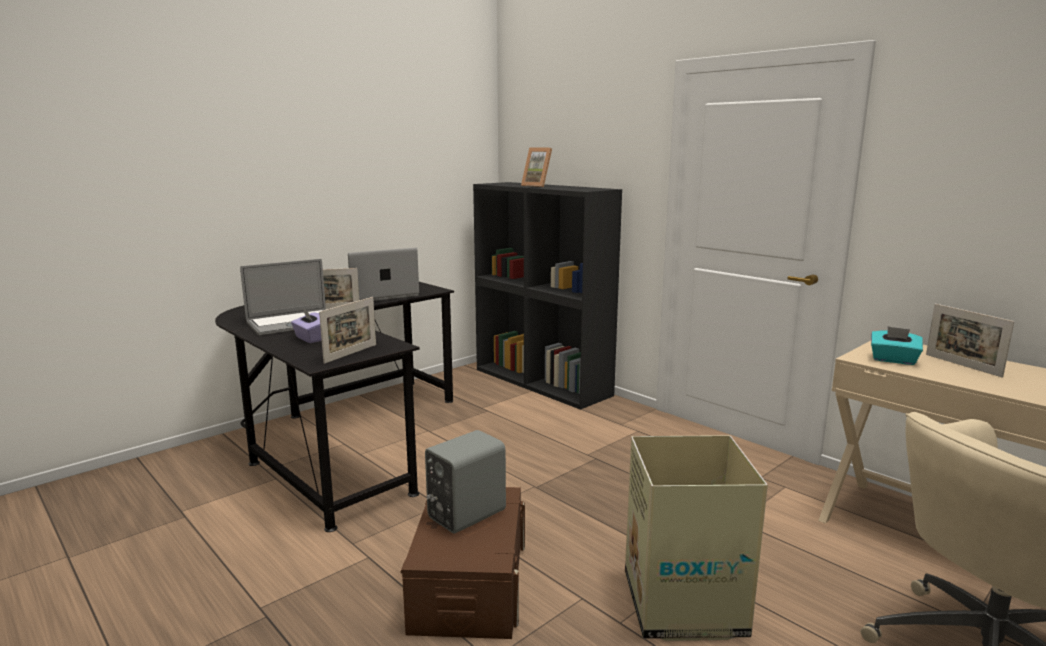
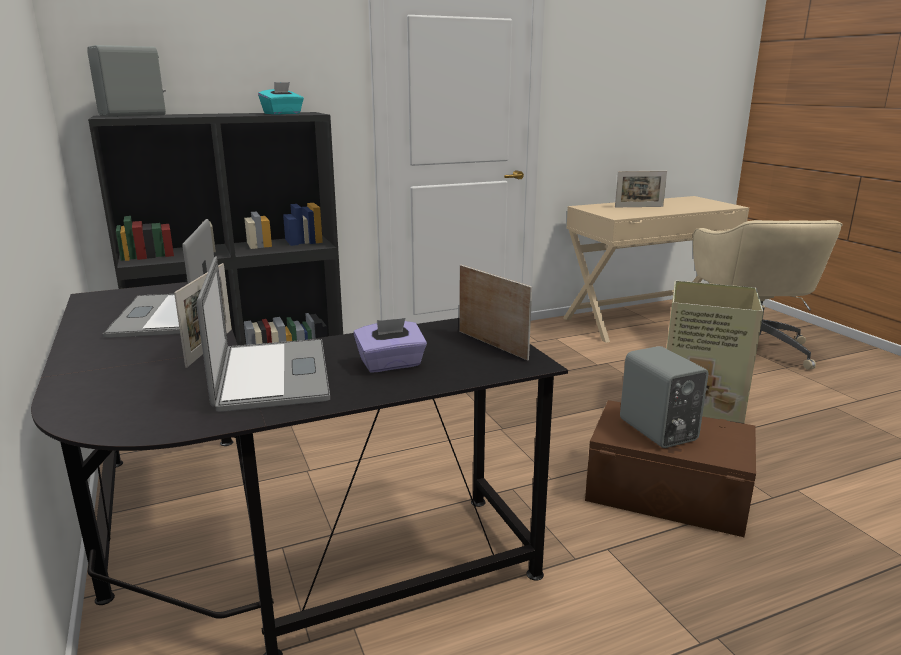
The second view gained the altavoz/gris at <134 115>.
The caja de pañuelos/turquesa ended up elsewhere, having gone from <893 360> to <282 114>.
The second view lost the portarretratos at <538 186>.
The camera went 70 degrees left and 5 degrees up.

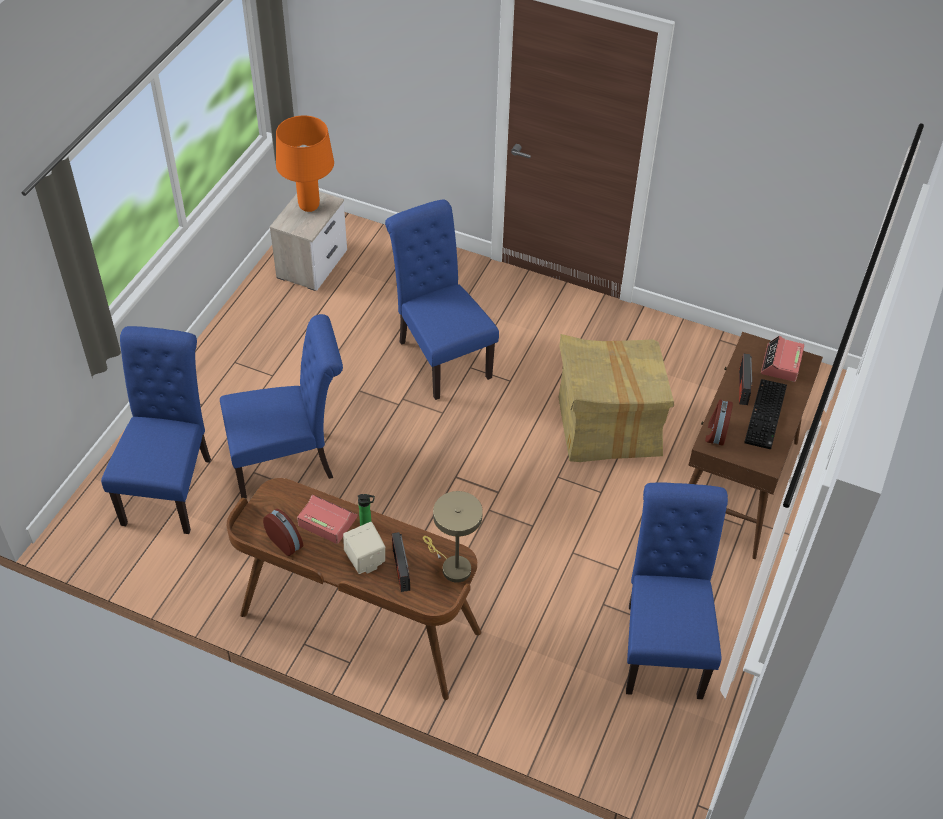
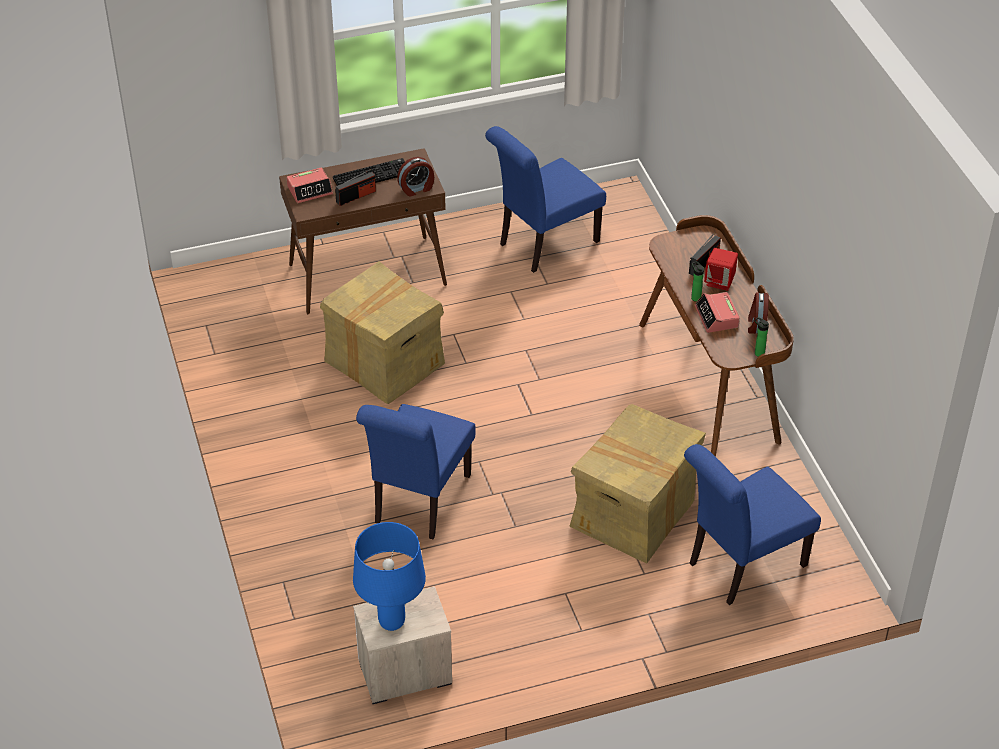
What was the lámpara de mesa/naranja at <308 206> turned into the lámpara de mesa/azul at <392 623>.
Where the silla/azul stood at <289 462>, the caja de cartón came to stand at <633 514>.
What was the altavoz/beis at <365 561> turned into the altavoz/rojo at <720 282>.
The second view gained the botella at <758 353>.
The second view lost the lámpara de mesa/beis at <452 567>.
The camera went 130 degrees left and 5 degrees down.

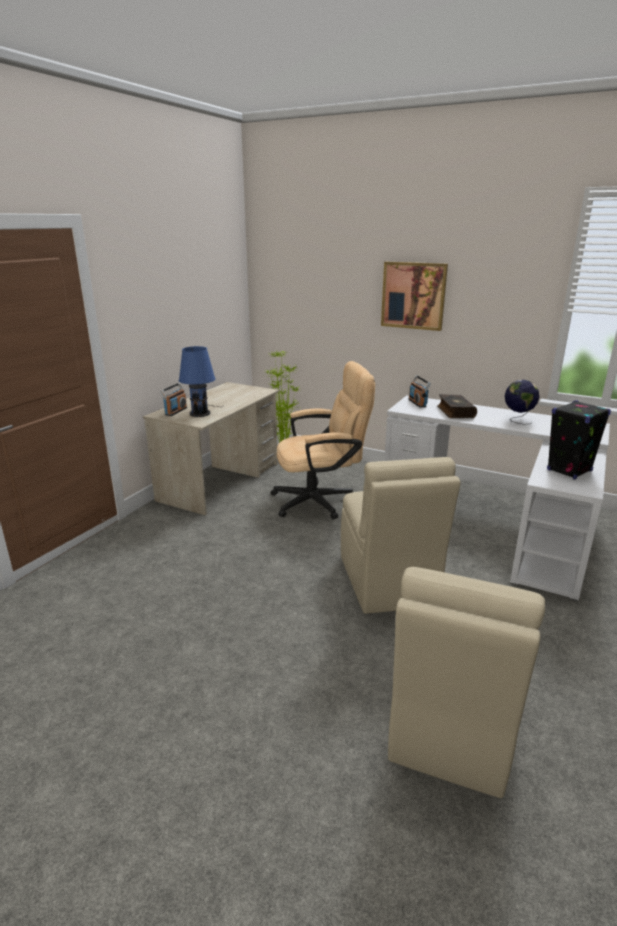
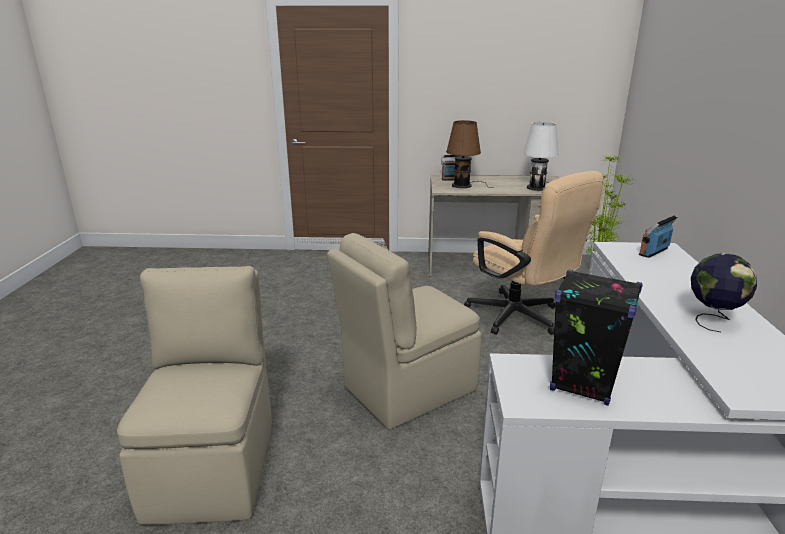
The silla/beis at <452 726> ended up facing another way, 90 degrees clockwise from before.
What was the lámpara de mesa/azul at <200 413> turned into the lámpara de mesa/marrón at <464 185>.
The second view gained the lámpara de mesa/blanco at <538 187>.
The second view lost the cuadro at <413 295>.
The second view lost the libro at <455 412>.
The camera went 65 degrees right and 0 degrees up.

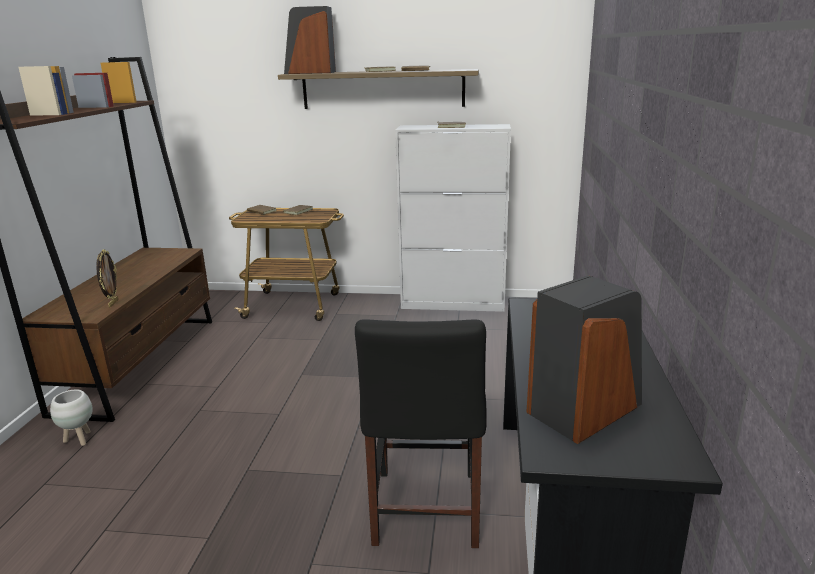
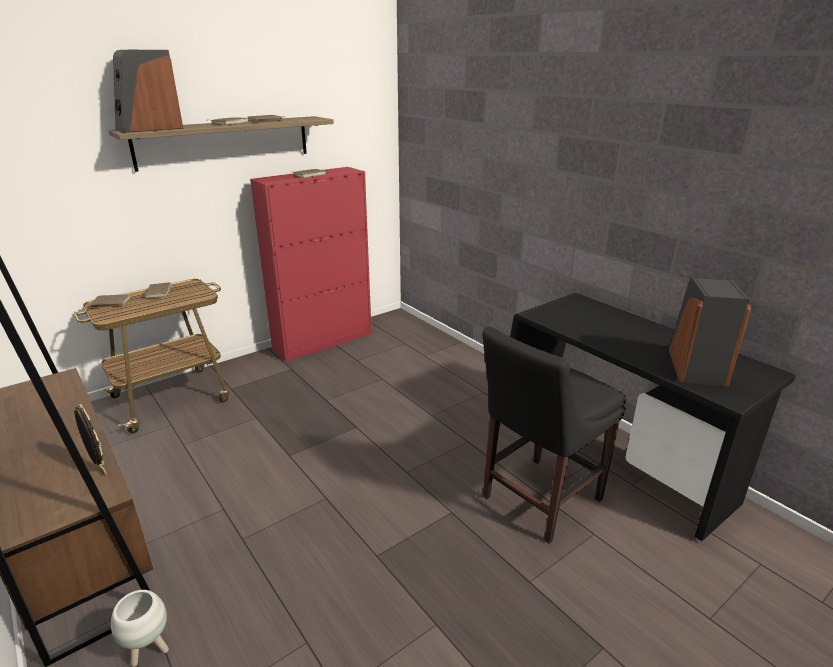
What was the armario/blanco at <453 304> turned into the armario/rojo at <324 341>.
The silla/negro at <425 512> ended up facing another way, 90 degrees clockwise from before.
The camera went 45 degrees left and 5 degrees up.

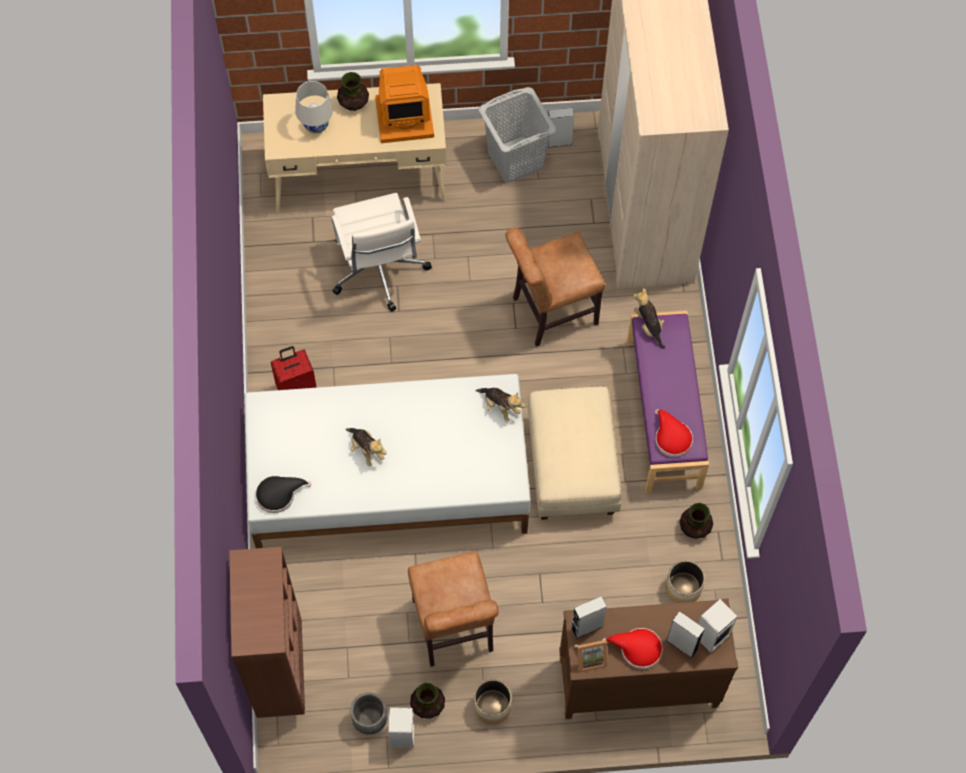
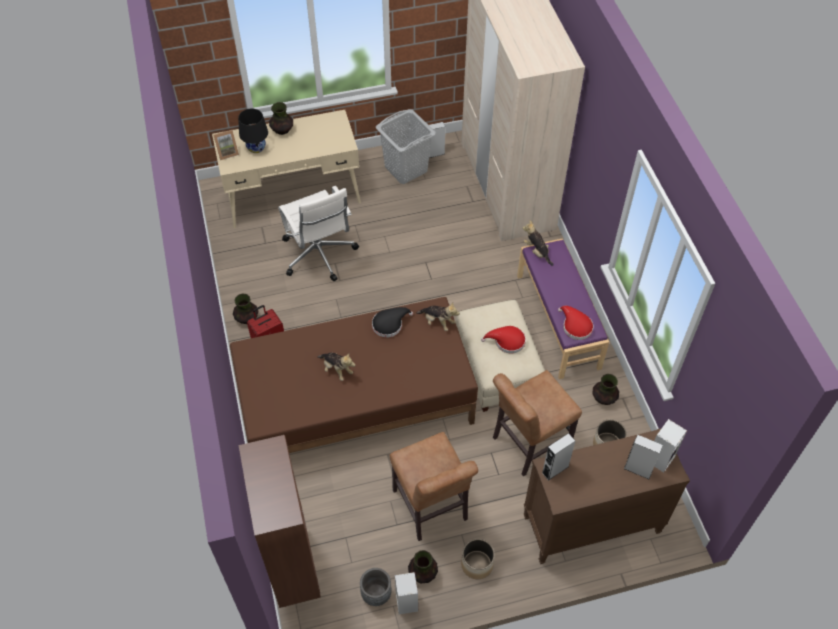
The portarretratos ended up elsewhere, having gone from <590 658> to <227 152>.
What was the cama/blanco at <387 478> turned into the cama/marrón at <354 401>.
The second view gained the florero at <247 318>.
What was the lámpara de mesa/blanco at <316 125> turned into the lámpara de mesa/negro at <256 148>.
The sombrero/negro ended up elsewhere, having gone from <279 494> to <389 324>.
The sombrero/rojo ended up elsewhere, having gone from <637 649> to <507 341>.
The silla/marrón ended up elsewhere, having gone from <550 312> to <527 444>.
The second view lost the monitor at <404 116>.
The camera went 10 degrees left and 10 degrees down.

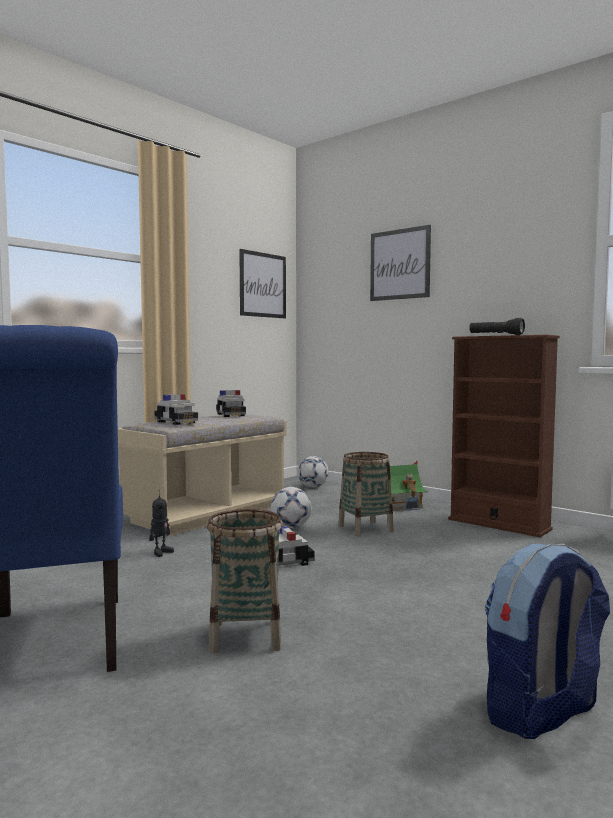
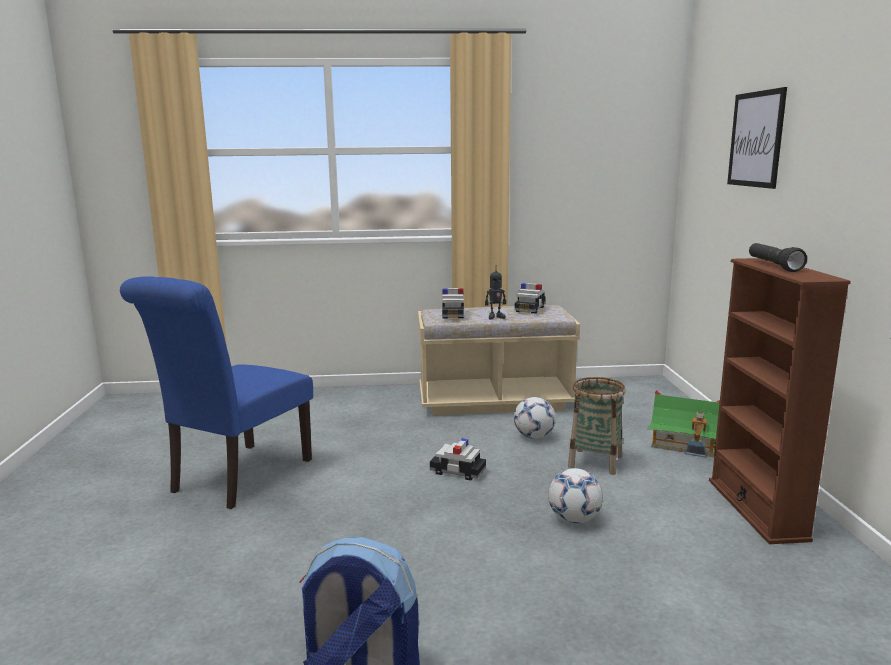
The robot de juguete ended up elsewhere, having gone from <161 552> to <495 317>.
The balón de fútbol ended up elsewhere, having gone from <312 487> to <574 519>.
The second view lost the cesta at <246 636>.
The second view lost the cuadro at <263 285>.
The camera went 45 degrees right and 10 degrees up.

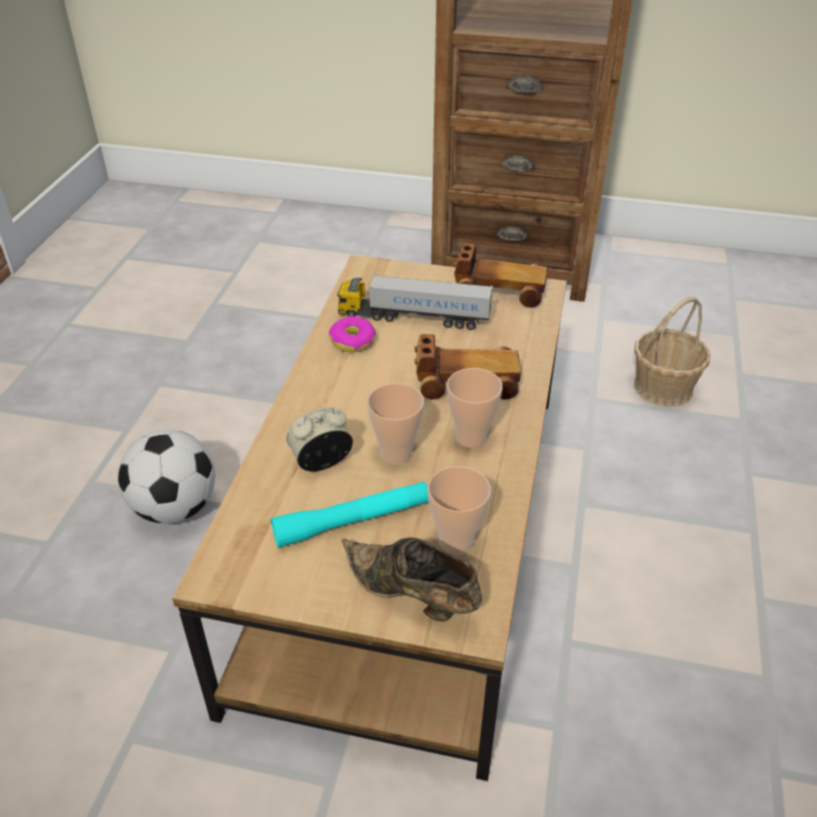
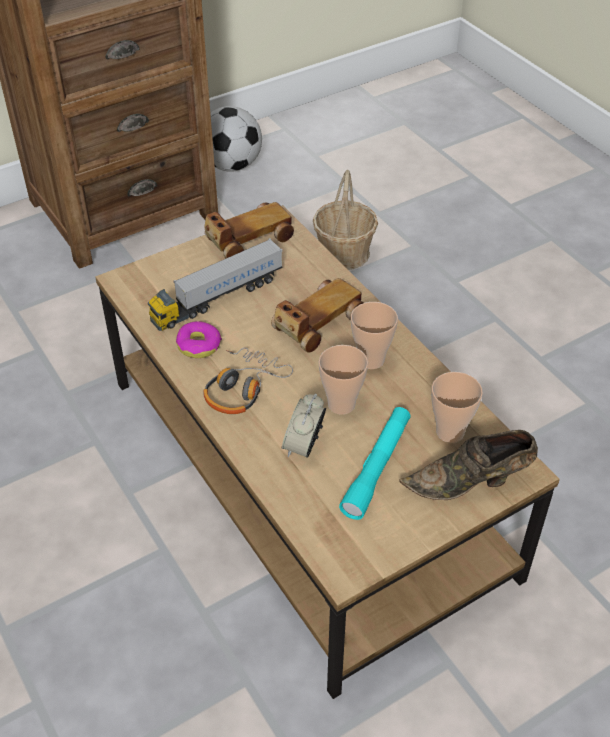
The second view gained the auriculares at <243 388>.
The balón de fútbol ended up elsewhere, having gone from <175 508> to <231 165>.
The camera went 45 degrees left and 5 degrees up.

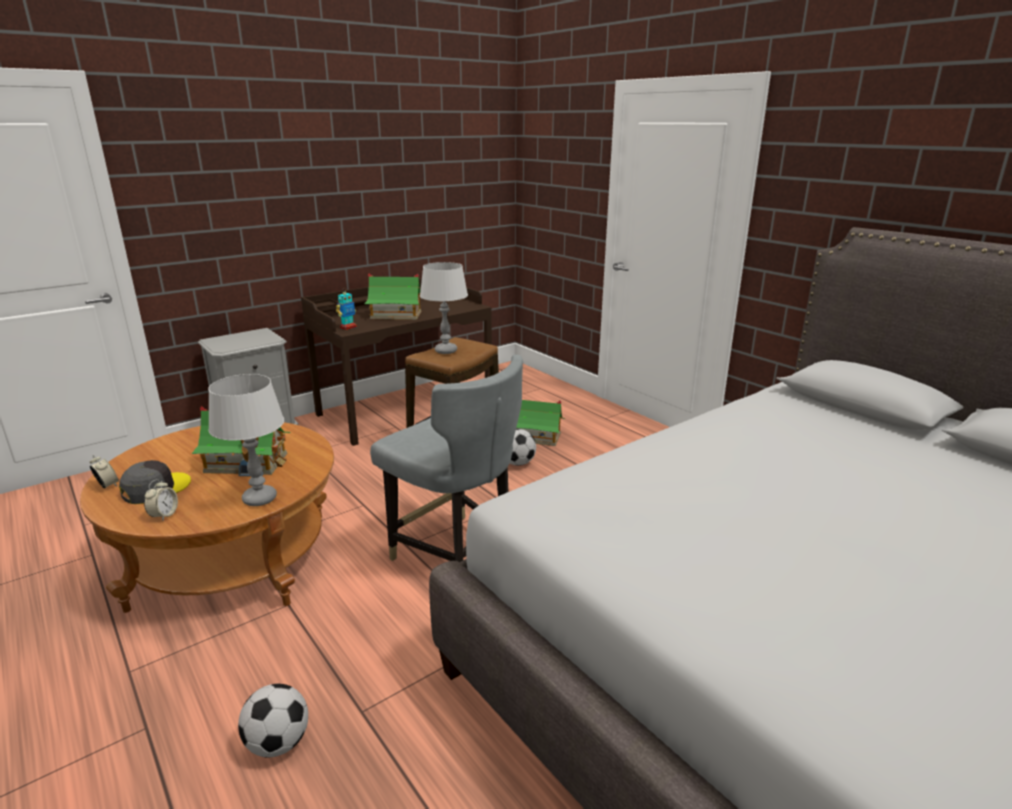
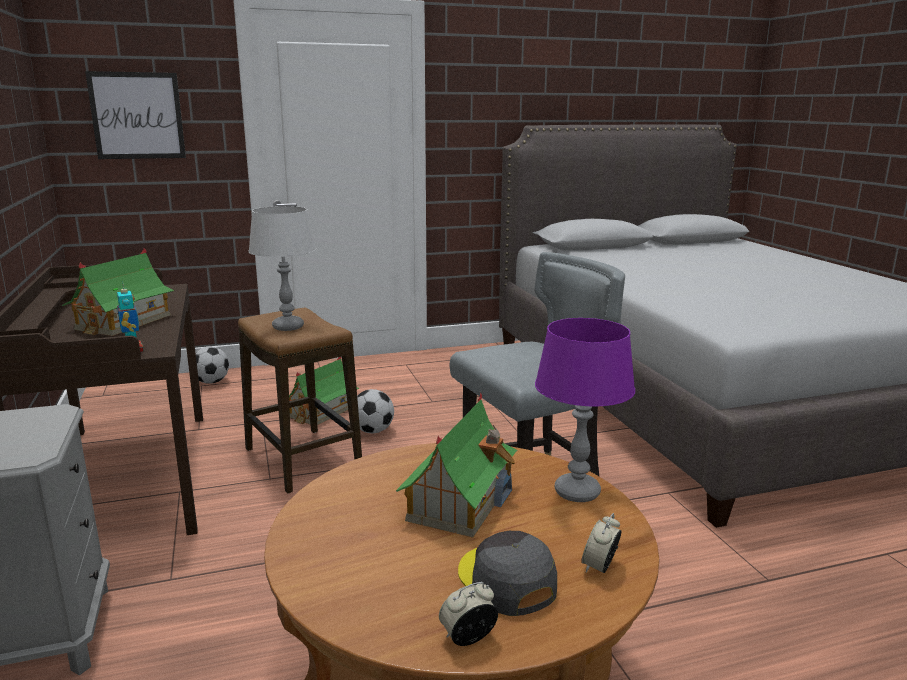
The second view gained the cuadro at <137 116>.
The balón de fútbol ended up elsewhere, having gone from <279 743> to <211 382>.
What was the lámpara de mesa/gris at <260 499> turned into the lámpara de mesa/morado at <577 492>.
The despertador at <164 515> ended up facing another way, 90 degrees counterclockwise from before.
The camera went 70 degrees left and 5 degrees down.

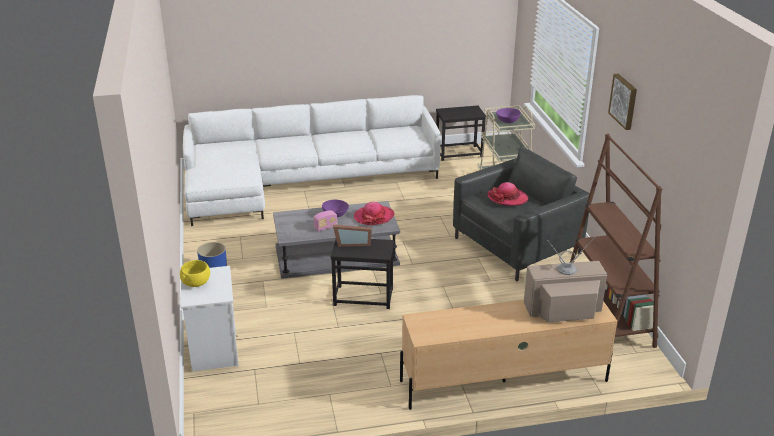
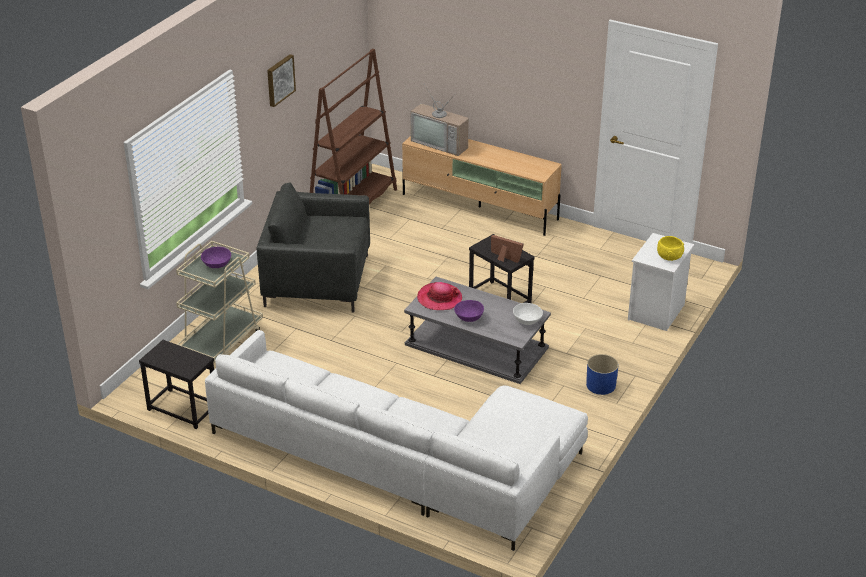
The second view gained the cuenco/blanco at <527 320>.
The second view lost the radio at <325 227>.
The second view lost the sombrero at <507 198>.
The camera went 140 degrees left and 5 degrees up.

